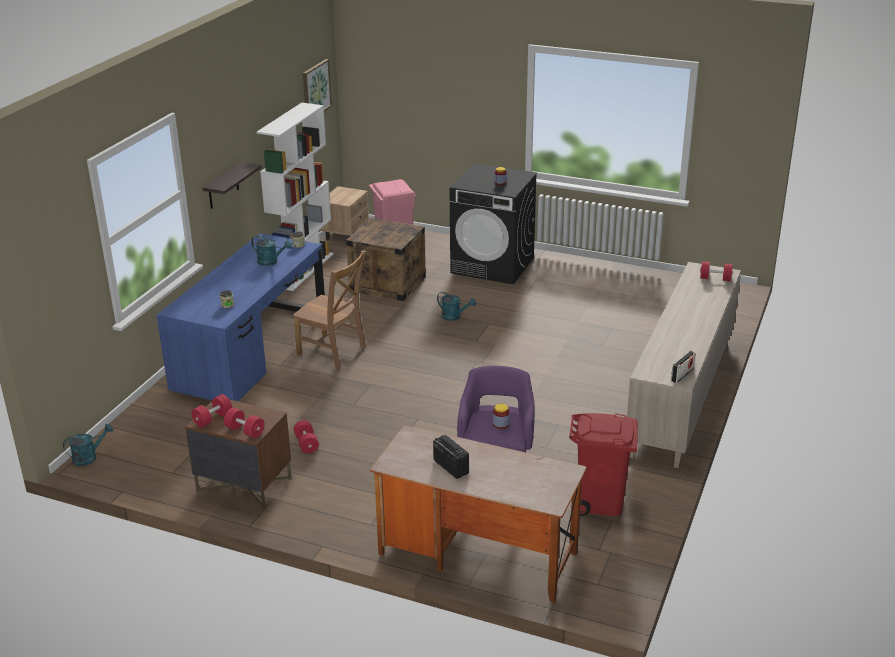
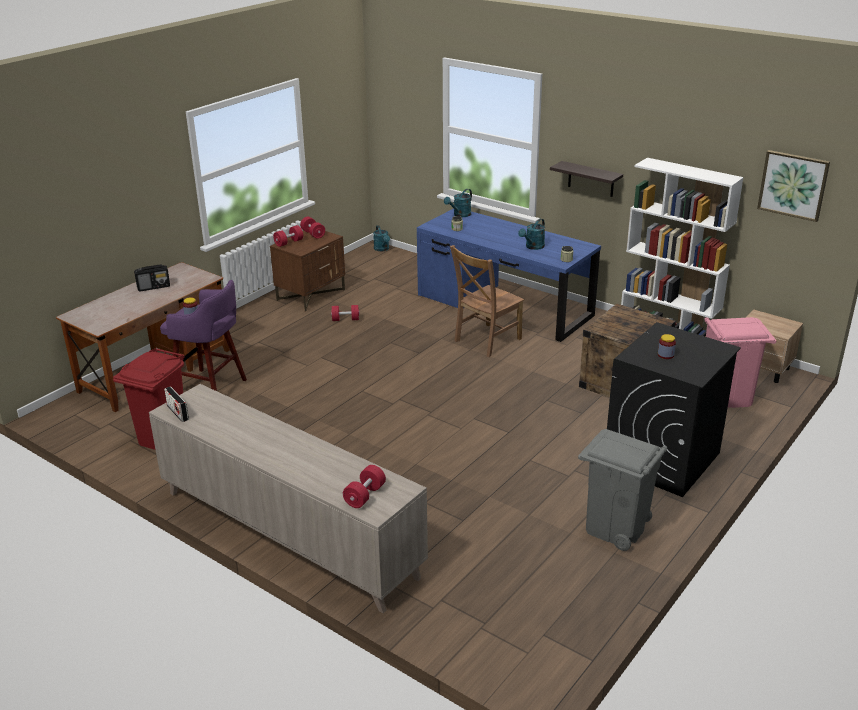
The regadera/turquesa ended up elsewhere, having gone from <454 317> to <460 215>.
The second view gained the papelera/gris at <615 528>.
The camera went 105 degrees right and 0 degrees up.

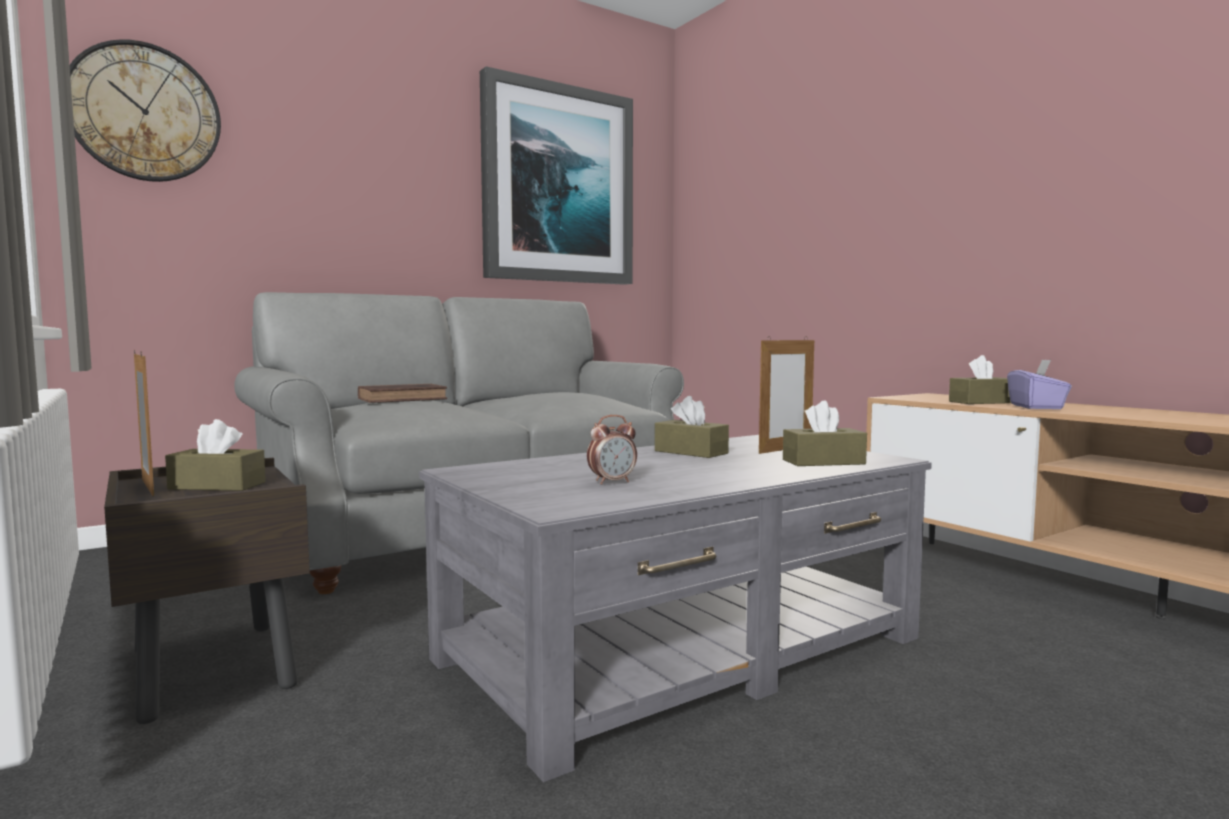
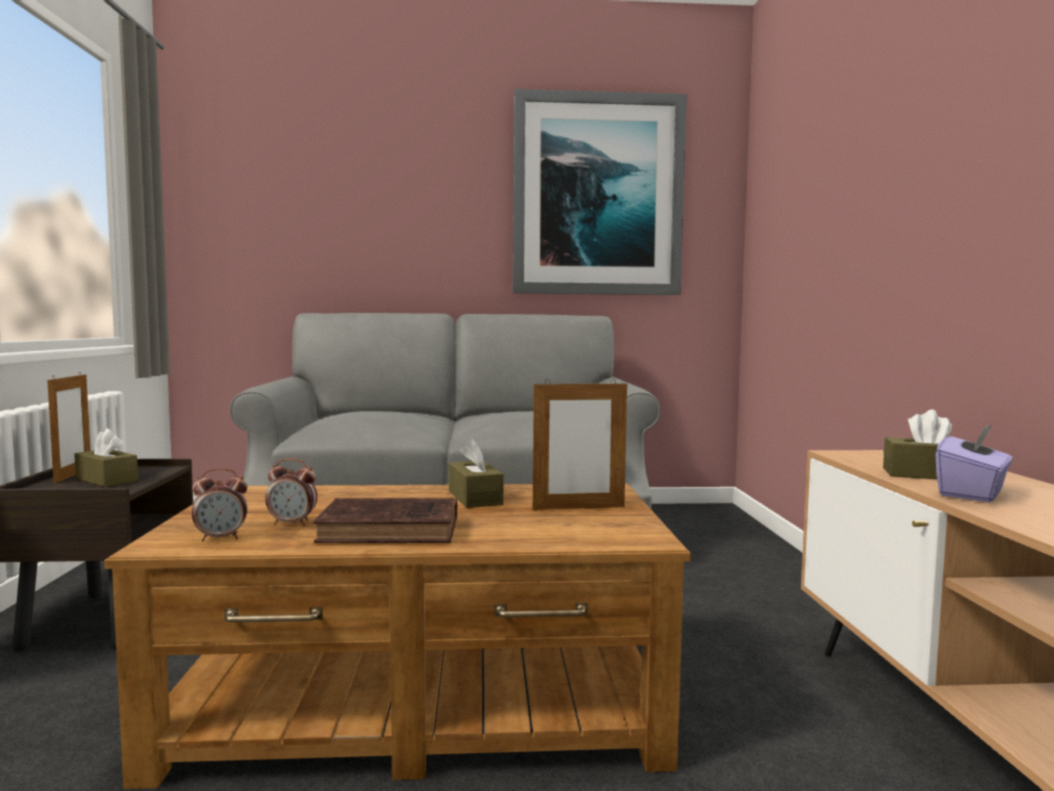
What was the mesa de centro/gris at <685 649> turned into the mesa de centro/marrón at <421 704>.
The second view gained the despertador at <221 538>.
The libro/marrón ended up elsewhere, having gone from <405 399> to <394 530>.
The second view lost the reloj de pared at <144 113>.
The second view lost the caja de pañuelos/marrón at <823 462>.
The camera went 30 degrees right and 0 degrees up.

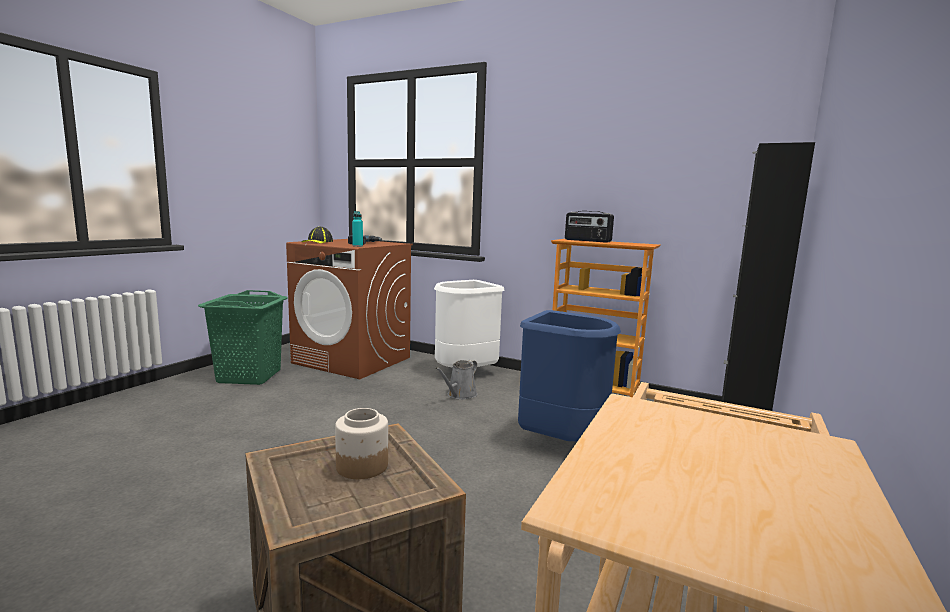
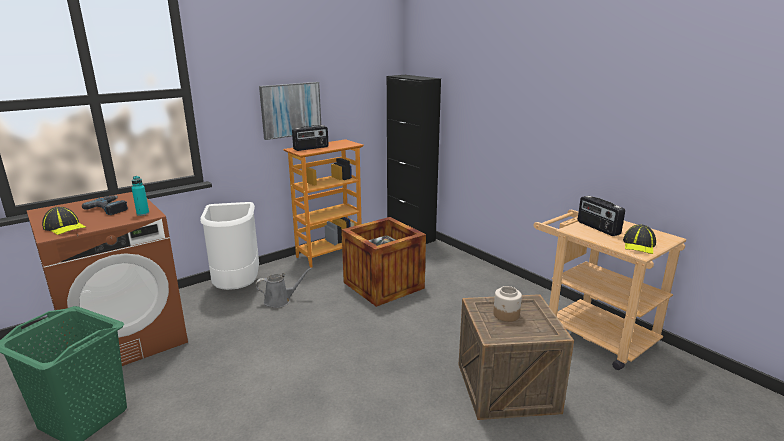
The regadera/gris at <460 395> ended up facing another way, 75 degrees counterclockwise from before.
The second view gained the cuadro at <291 110>.
Where the papelera/azul stood at <561 442>, the caja de embalaje came to stand at <383 285>.
The second view gained the radio at <597 228>.
The second view gained the gorra at <639 245>.
The camera went 65 degrees left and 10 degrees up.

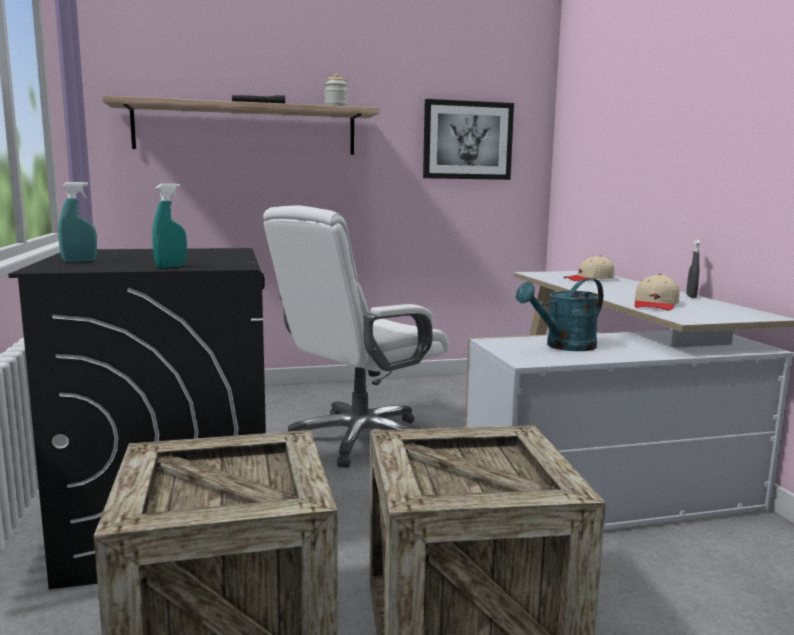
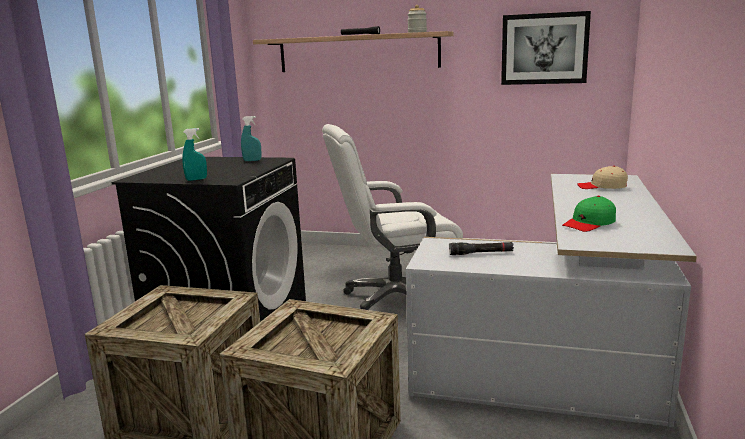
The pulverizador/turquesa ended up elsewhere, having gone from <79 261> to <252 160>.
Where the regadera/turquesa stood at <564 346>, the linterna/negro came to stand at <481 253>.
What was the gorra/beis at <655 305> turned into the gorra/verde at <589 224>.
The second view lost the pulverizador/gris at <691 296>.
The camera went 30 degrees right and 5 degrees up.

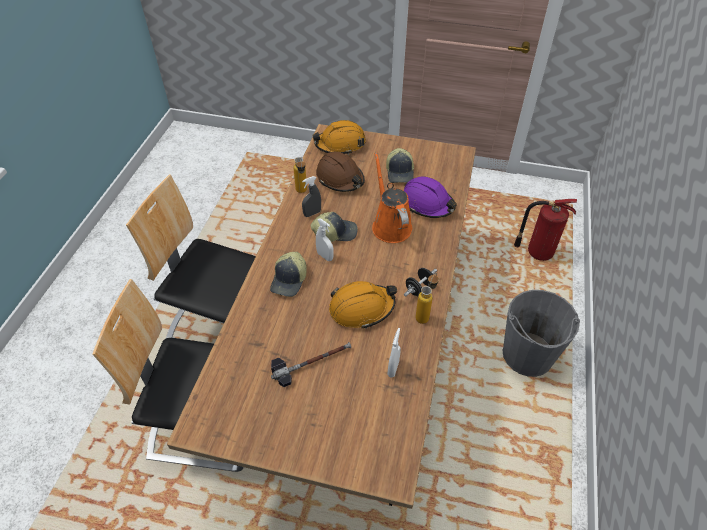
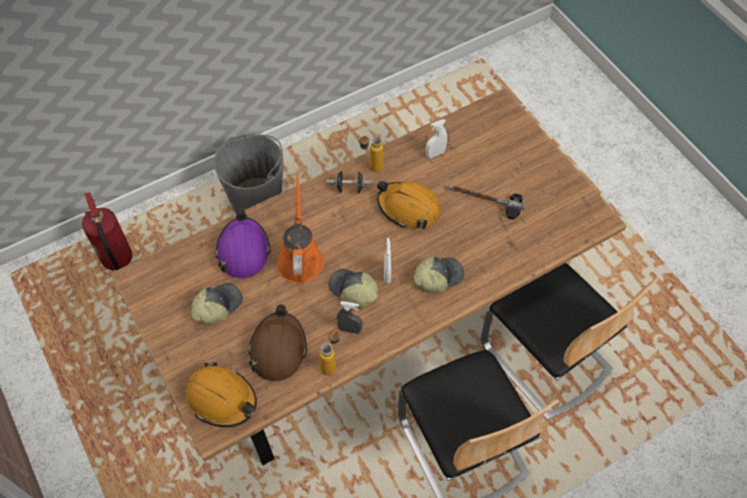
The regadera/naranja at <390 225> ended up facing another way, 150 degrees clockwise from before.
The camera went 135 degrees left and 10 degrees up.

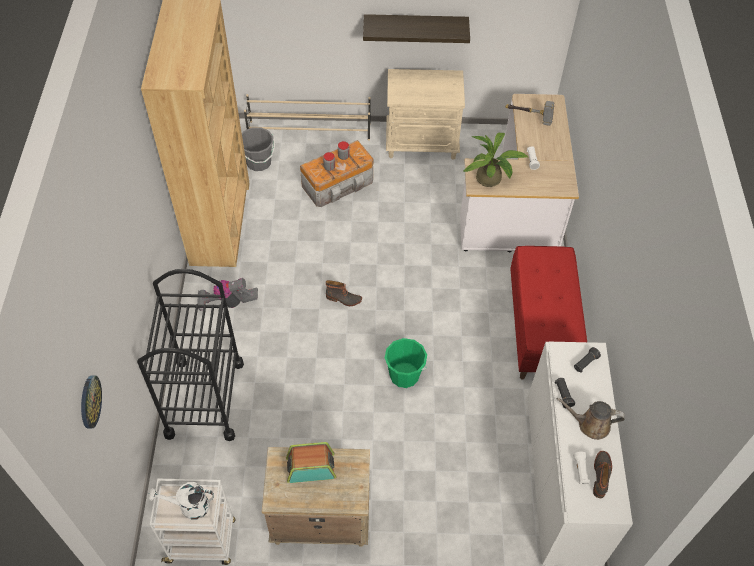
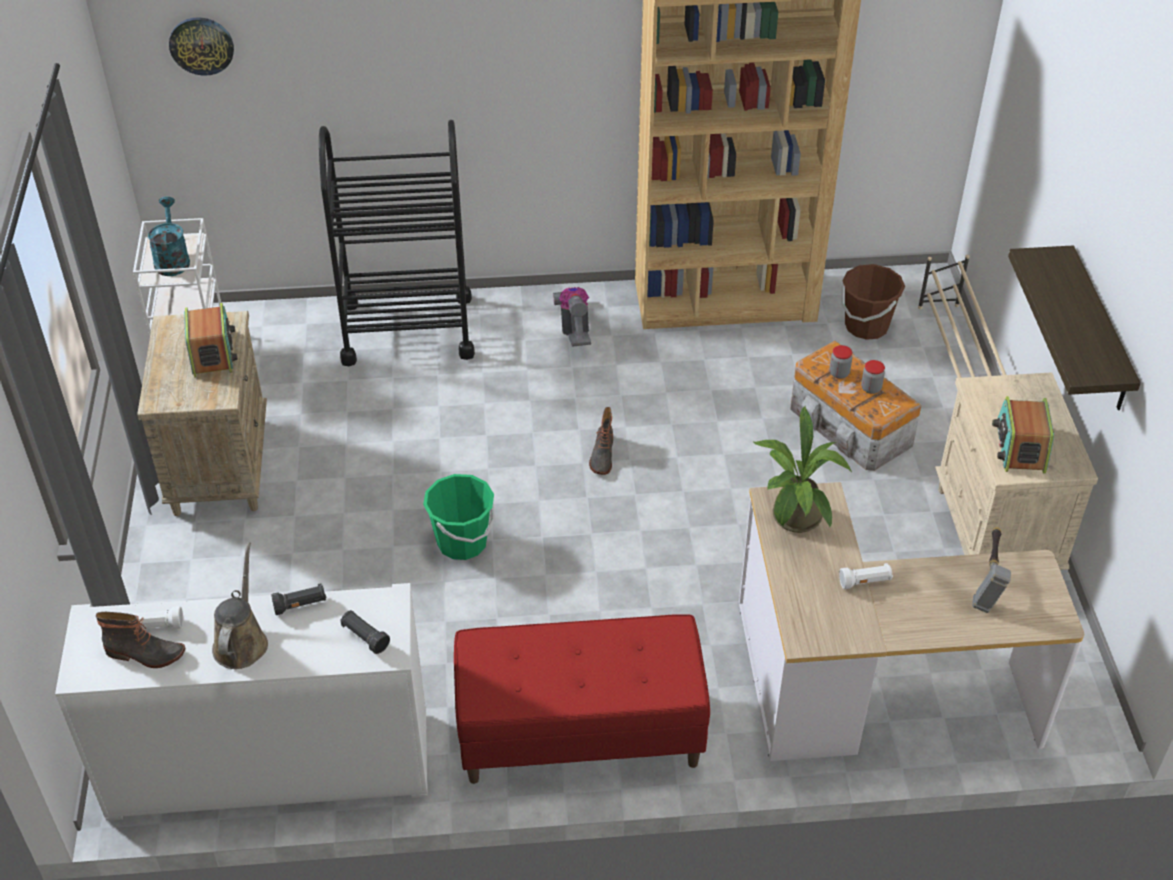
What was the regadera/blanco at <188 506> turned into the regadera/turquesa at <172 259>.
What was the cubo/gris at <258 162> turned into the cubo/marrón at <866 326>.
The second view gained the radio at <1019 447>.
The camera went 85 degrees right and 10 degrees down.

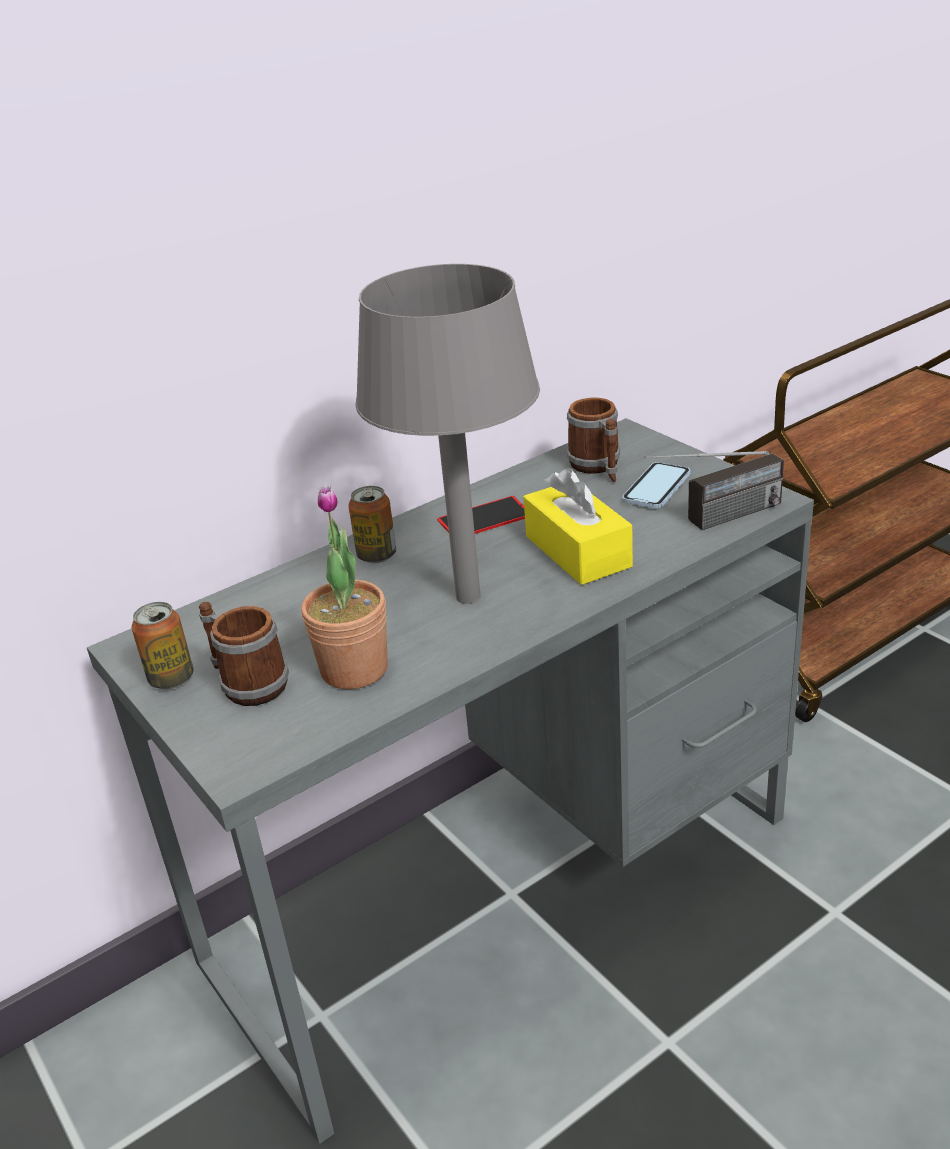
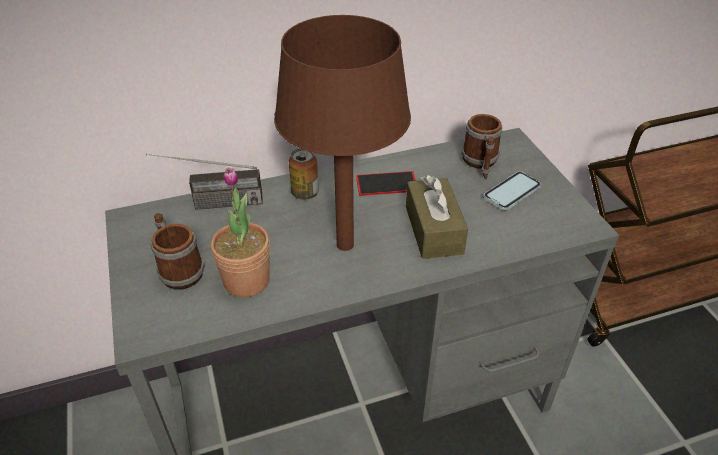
The radio ended up elsewhere, having gone from <714 520> to <210 204>.
What was the lámpara de mesa/gris at <469 595> turned into the lámpara de mesa/marrón at <346 244>.
What was the caja de pañuelos/amarillo at <578 551> turned into the caja de pañuelos/marrón at <433 230>.
The second view lost the lata at <171 678>.
The camera went 15 degrees right and 10 degrees up.

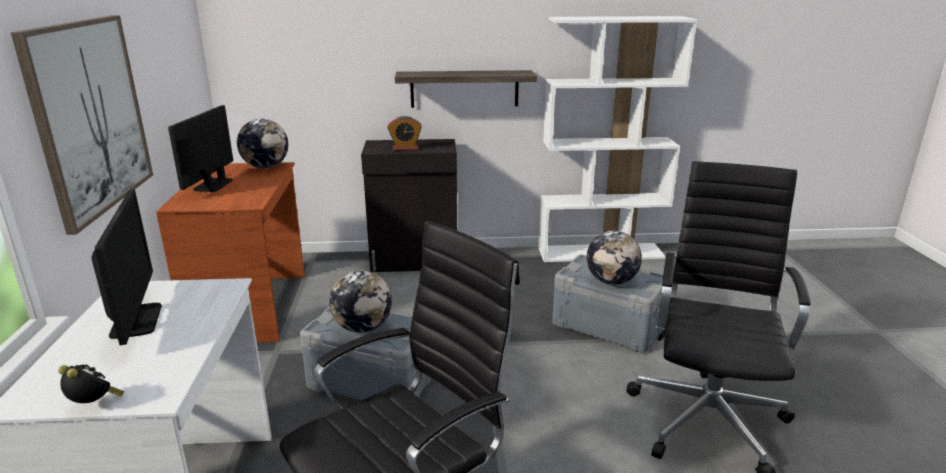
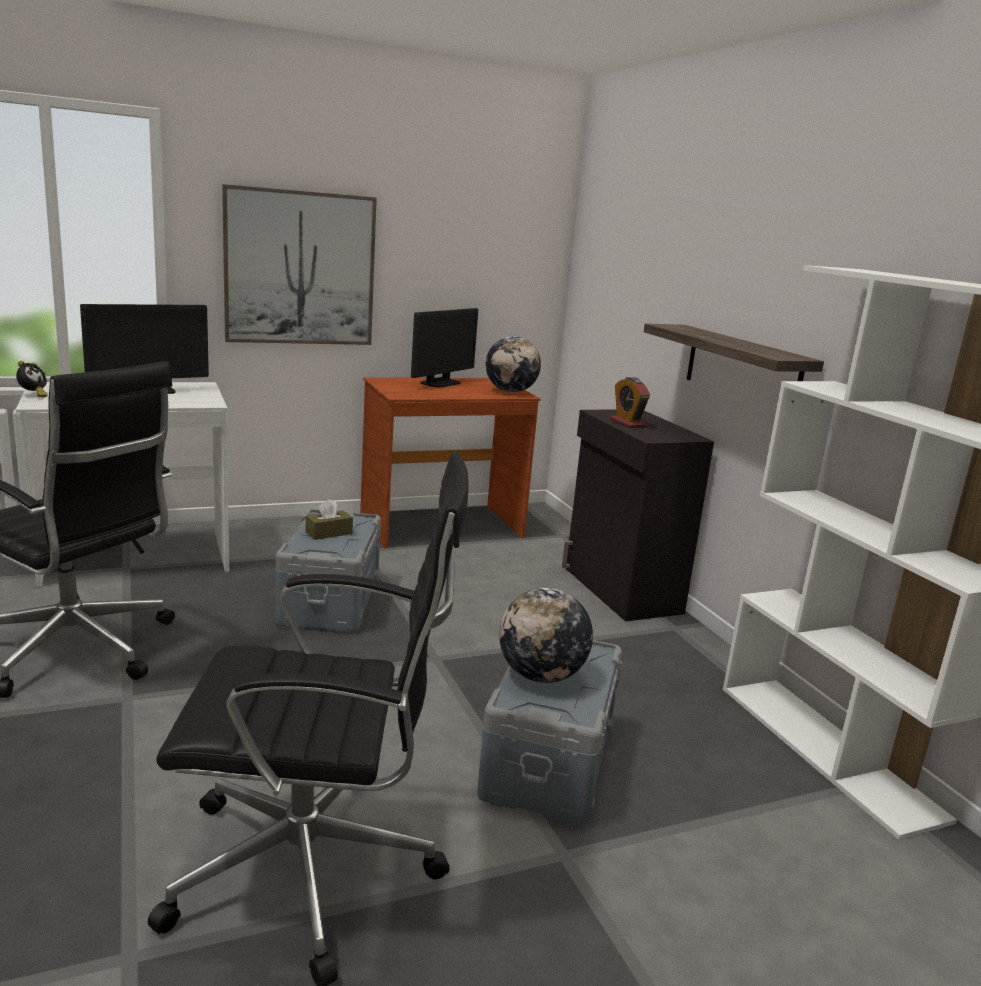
Where the globo terráqueo stood at <363 327>, the caja de pañuelos/marrón came to stand at <329 533>.
The monitor at <213 185> ended up facing another way, 135 degrees clockwise from before.
The camera went 70 degrees right and 5 degrees down.

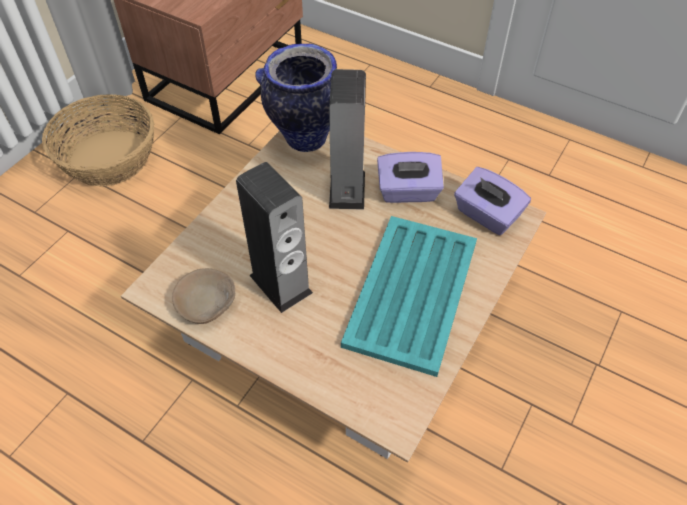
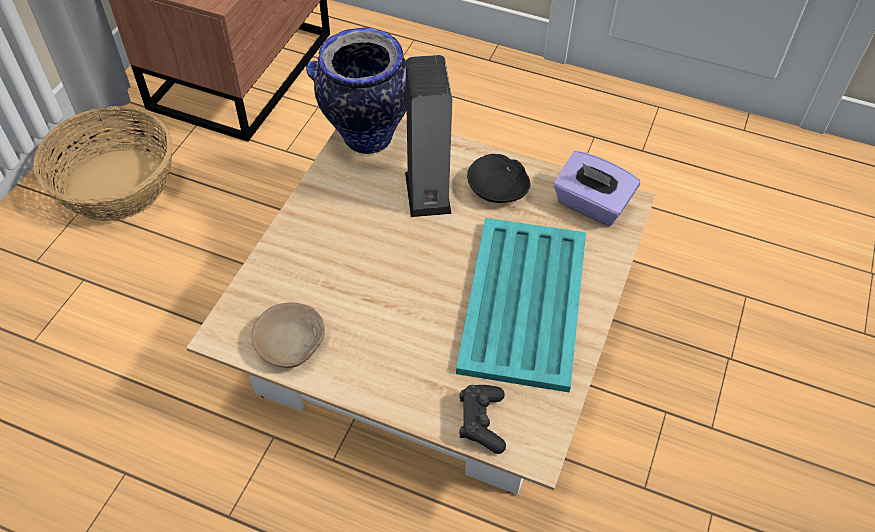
The second view gained the mando de consola/negro at <481 422>.
Where the caja de pañuelos/morado stood at <408 192>, the cuenco/negro came to stand at <498 188>.
The second view lost the altavoz at <280 284>.
The camera went 10 degrees left and 0 degrees up.

